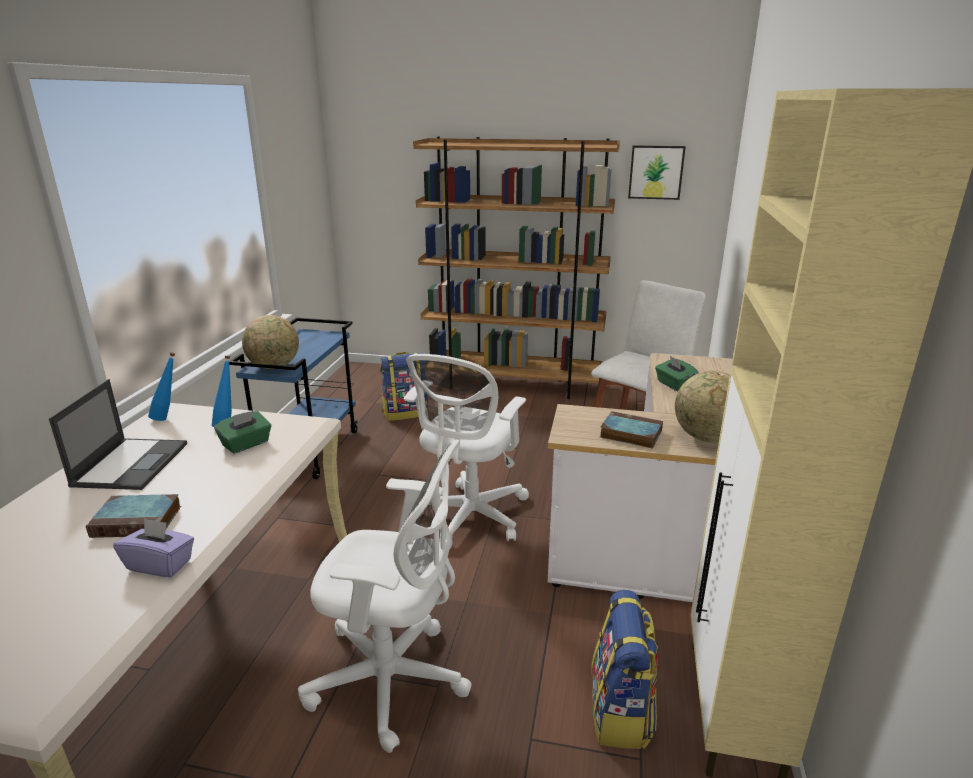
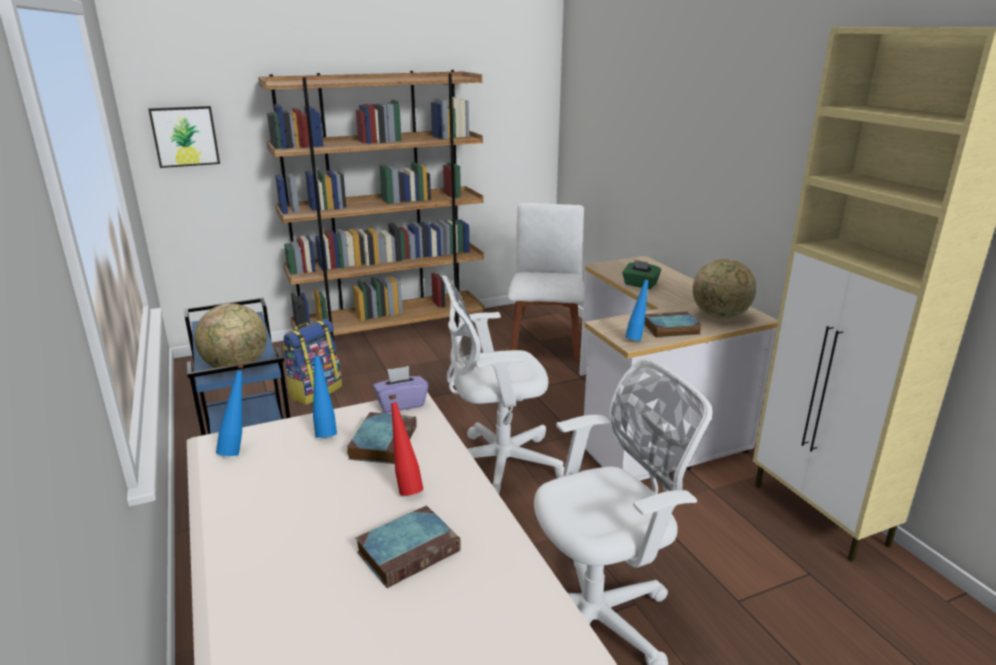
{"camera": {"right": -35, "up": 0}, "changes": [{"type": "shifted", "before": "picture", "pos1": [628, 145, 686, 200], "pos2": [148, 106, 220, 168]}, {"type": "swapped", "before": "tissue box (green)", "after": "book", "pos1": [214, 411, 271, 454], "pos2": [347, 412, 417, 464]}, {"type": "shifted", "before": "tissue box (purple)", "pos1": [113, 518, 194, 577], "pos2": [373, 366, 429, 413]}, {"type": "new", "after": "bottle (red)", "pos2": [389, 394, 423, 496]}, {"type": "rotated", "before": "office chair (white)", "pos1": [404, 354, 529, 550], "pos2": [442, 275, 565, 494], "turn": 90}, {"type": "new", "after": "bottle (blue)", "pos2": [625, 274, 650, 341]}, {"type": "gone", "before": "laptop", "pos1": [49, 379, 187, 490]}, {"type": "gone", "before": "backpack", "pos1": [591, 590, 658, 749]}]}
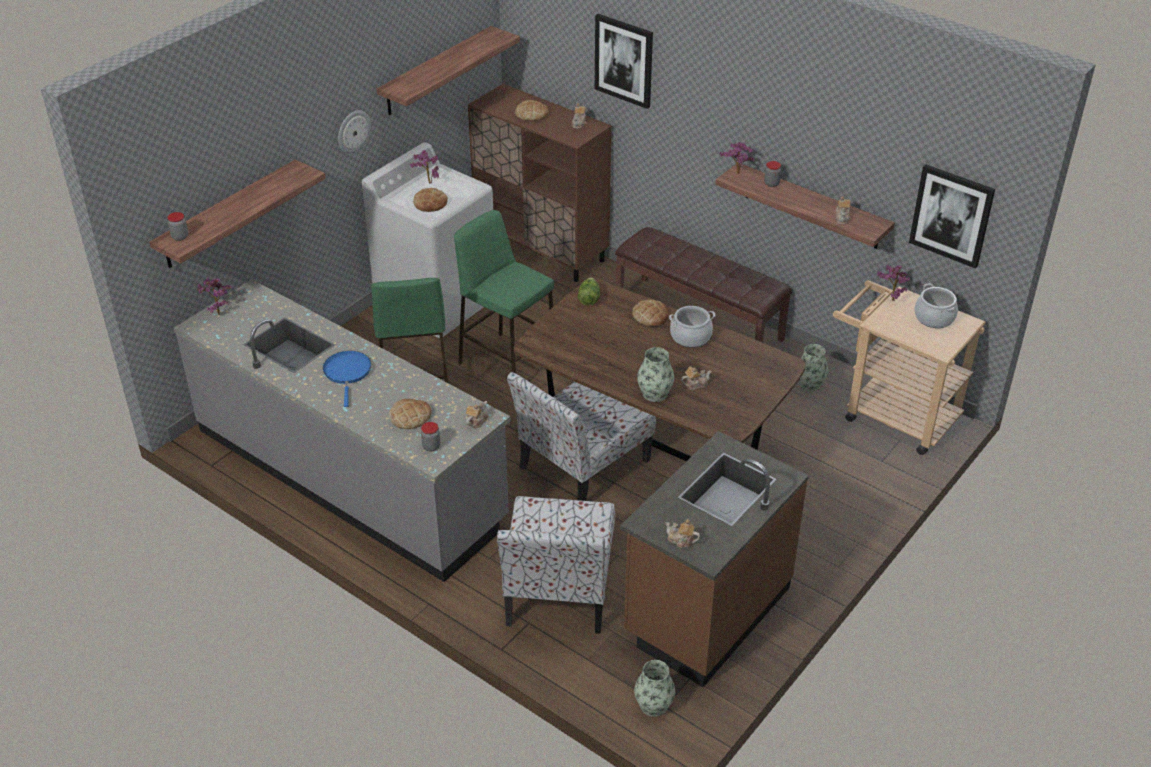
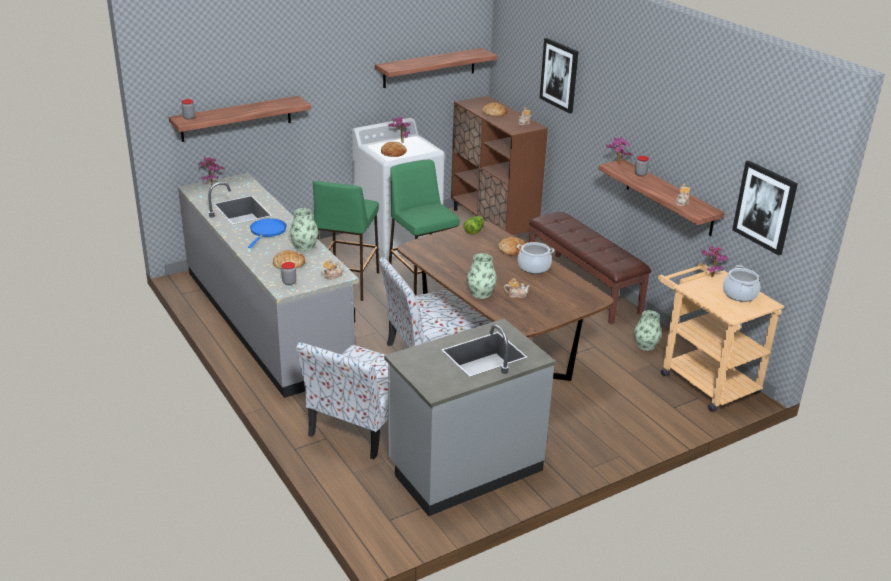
{"camera": {"right": 20, "up": -10}, "changes": [{"type": "shifted", "before": "vase", "pos1": [634, 660, 675, 717], "pos2": [290, 208, 318, 252]}, {"type": "repainted", "before": "counter (brown)", "after": "counter (grey)", "pos1": [620, 431, 809, 687], "pos2": [384, 319, 556, 516]}, {"type": "gone", "before": "wall clock", "pos1": [338, 110, 371, 153]}, {"type": "gone", "before": "teapot", "pos1": [665, 519, 700, 548]}]}
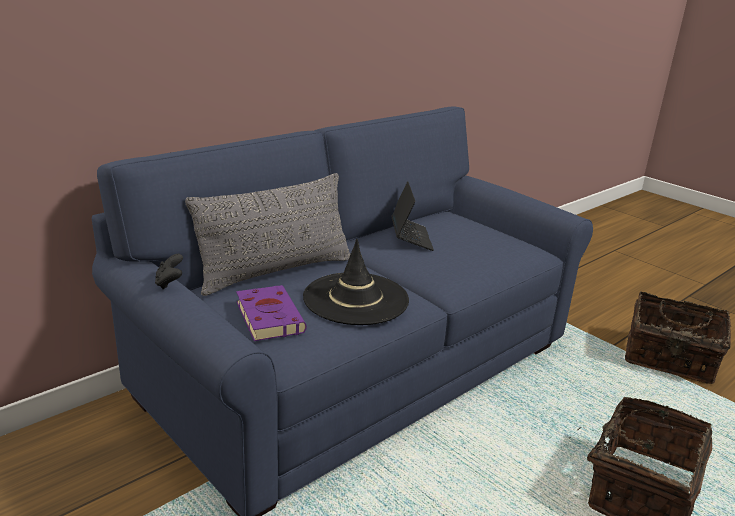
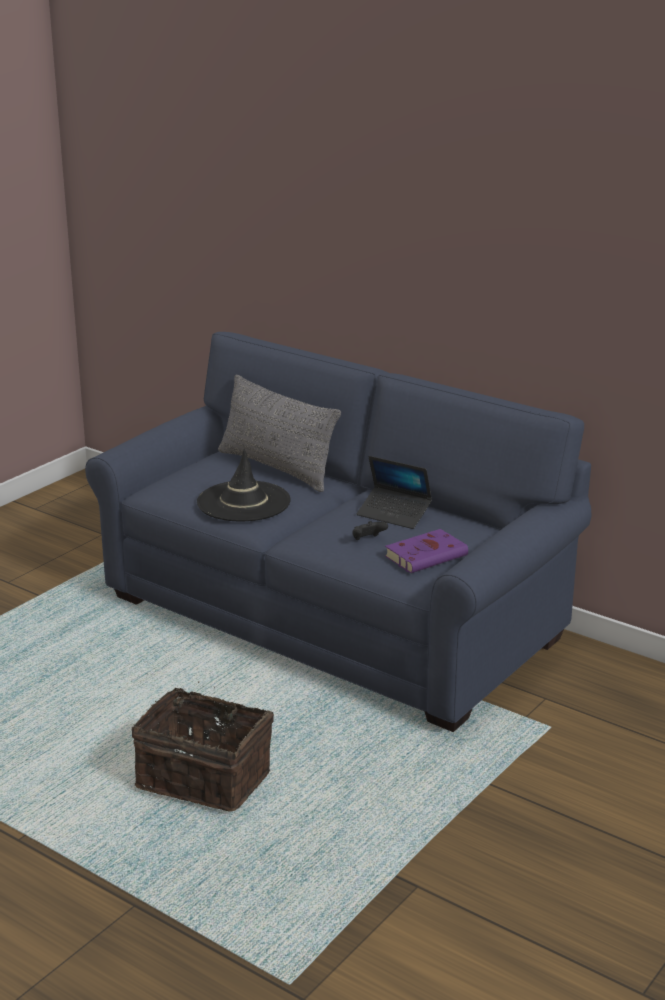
{"camera": {"right": 80, "up": 0}, "changes": [{"type": "shifted", "before": "game controller (black)", "pos1": [155, 254, 183, 289], "pos2": [352, 521, 388, 540]}, {"type": "rotated", "before": "laptop", "pos1": [391, 181, 434, 251], "pos2": [357, 456, 432, 529], "turn": 45}, {"type": "shifted", "before": "book (purple)", "pos1": [236, 285, 307, 341], "pos2": [385, 529, 468, 573]}, {"type": "gone", "before": "basket", "pos1": [625, 292, 731, 384]}]}
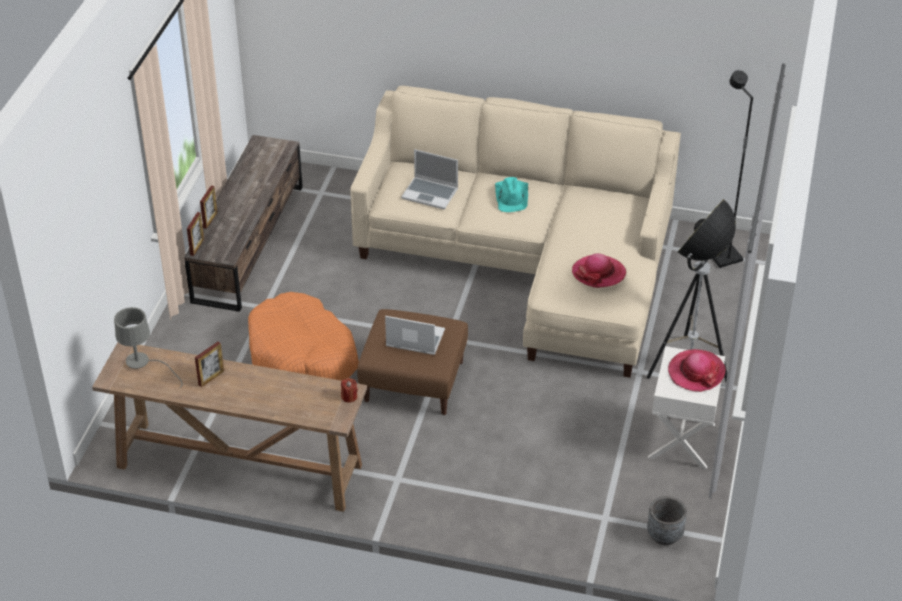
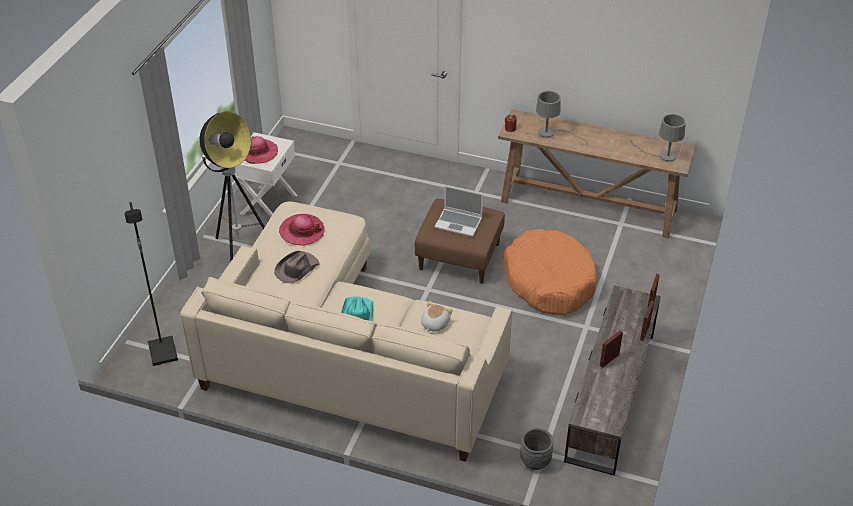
{"camera": {"right": -175, "up": 0}, "changes": [{"type": "new", "after": "hat (brown)", "pos2": [274, 251, 320, 283]}, {"type": "swapped", "before": "laptop", "after": "plush toy", "pos1": [401, 149, 458, 209], "pos2": [421, 301, 453, 332]}, {"type": "shifted", "before": "planter (grey)", "pos1": [647, 496, 687, 545], "pos2": [520, 428, 554, 470]}, {"type": "new", "after": "table lamp (grey)", "pos2": [536, 91, 588, 144]}, {"type": "shifted", "before": "picture frame", "pos1": [195, 342, 224, 387], "pos2": [600, 330, 623, 368]}]}
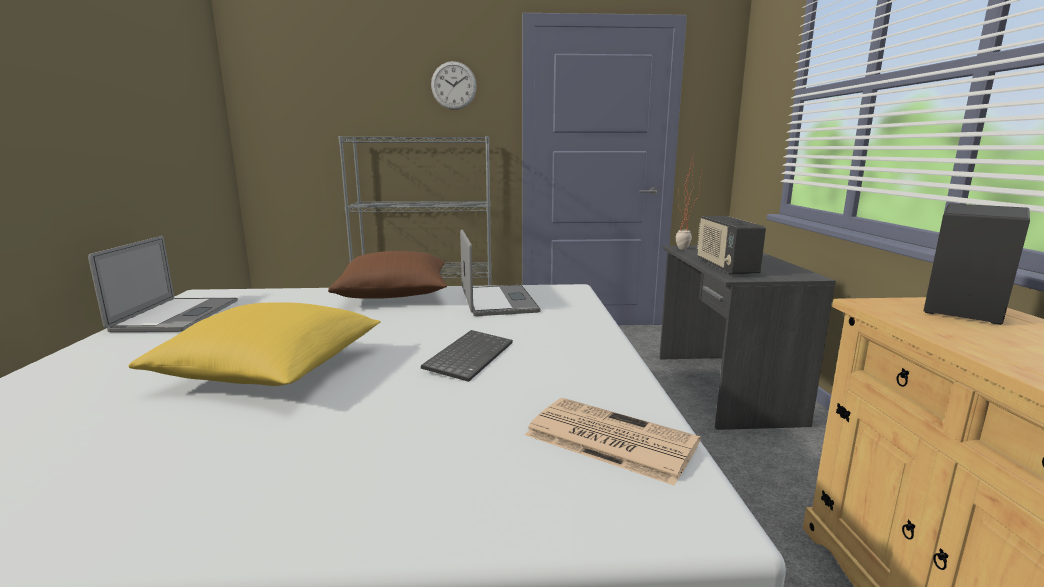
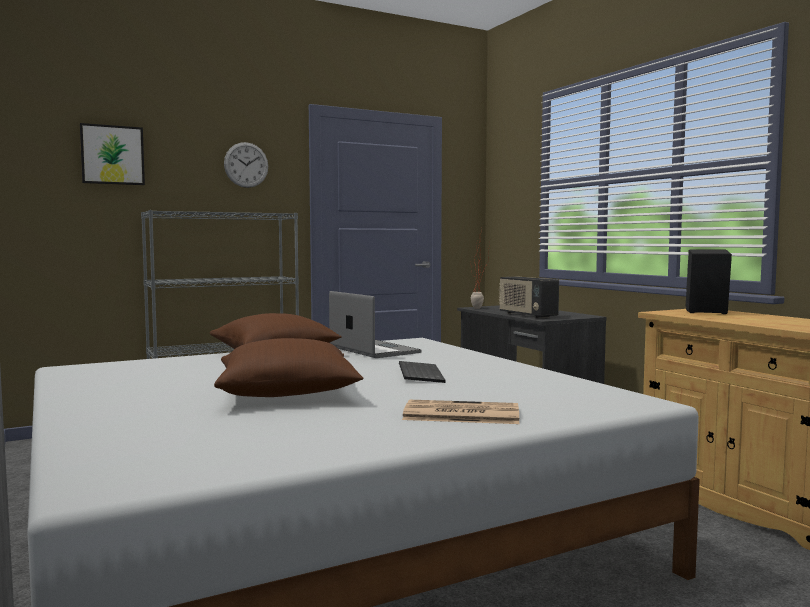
{"camera": {"right": -25, "up": -10}, "changes": [{"type": "new", "after": "picture", "pos2": [80, 123, 145, 185]}, {"type": "repainted", "before": "pillow (yellow)", "after": "pillow (brown)", "pos1": [128, 303, 380, 386], "pos2": [214, 338, 364, 397]}, {"type": "shifted", "before": "newspaper", "pos1": [525, 398, 701, 486], "pos2": [402, 400, 519, 424]}, {"type": "gone", "before": "laptop", "pos1": [88, 236, 238, 332]}]}
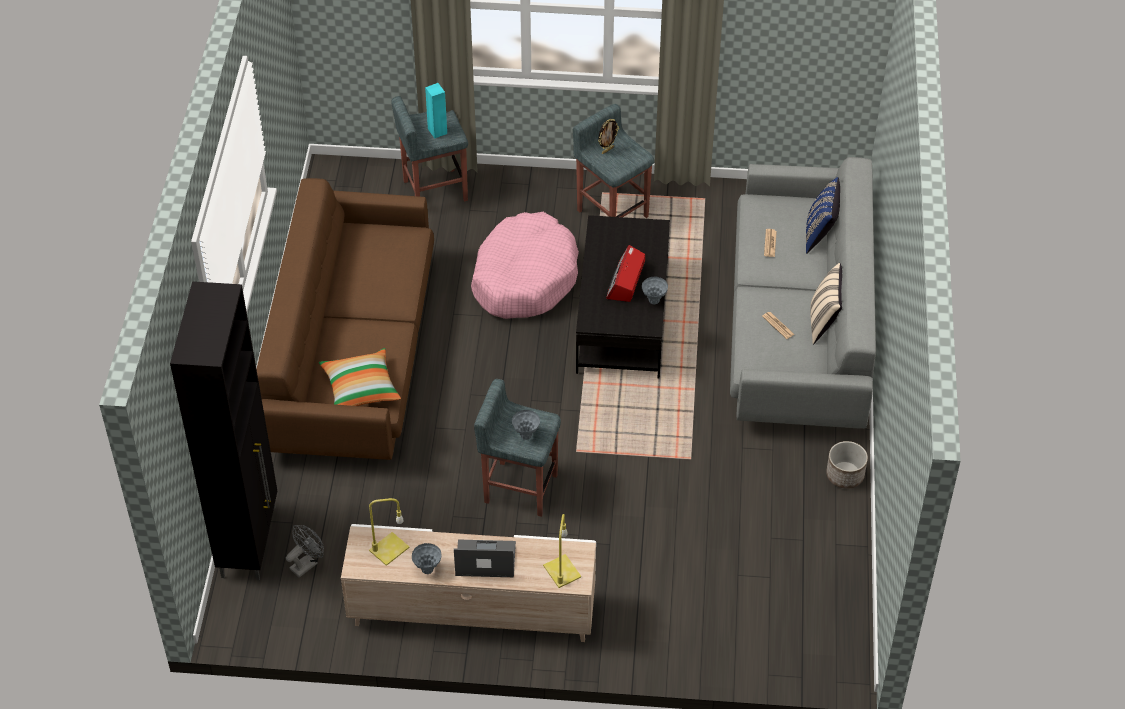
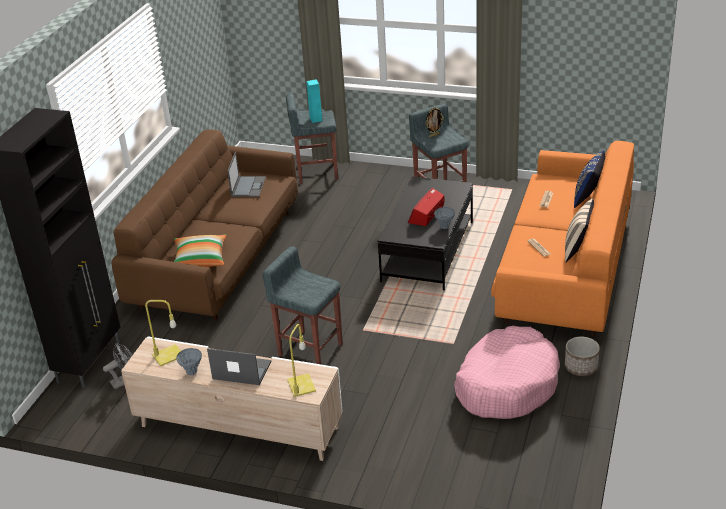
{"camera": {"right": 15, "up": -15}, "changes": [{"type": "new", "after": "laptop", "pos2": [227, 152, 266, 197]}, {"type": "shifted", "before": "dog bed (pink)", "pos1": [471, 212, 579, 319], "pos2": [454, 326, 560, 419]}, {"type": "repainted", "before": "sofa (grey)", "after": "sofa (orange)", "pos1": [730, 157, 876, 429], "pos2": [491, 141, 634, 336]}, {"type": "gone", "before": "vase (grey)", "pos1": [512, 410, 540, 440]}]}
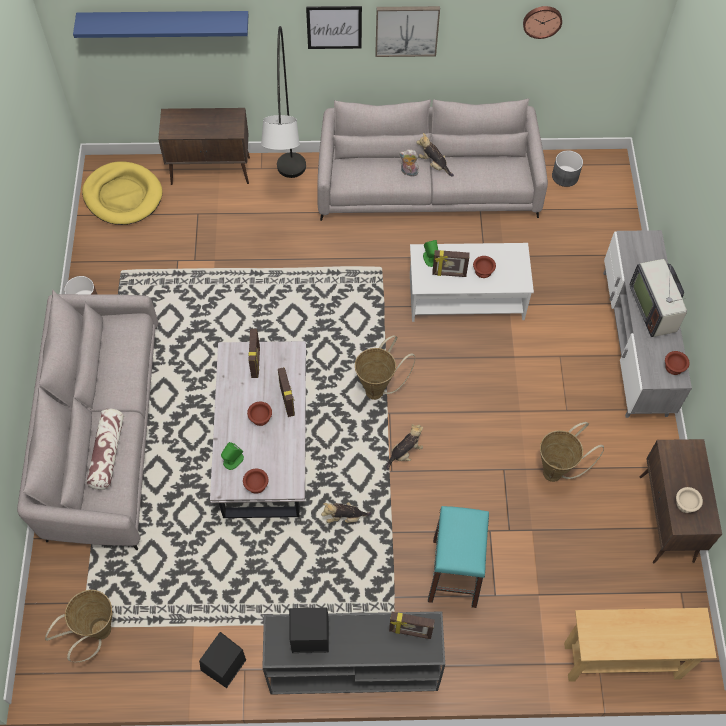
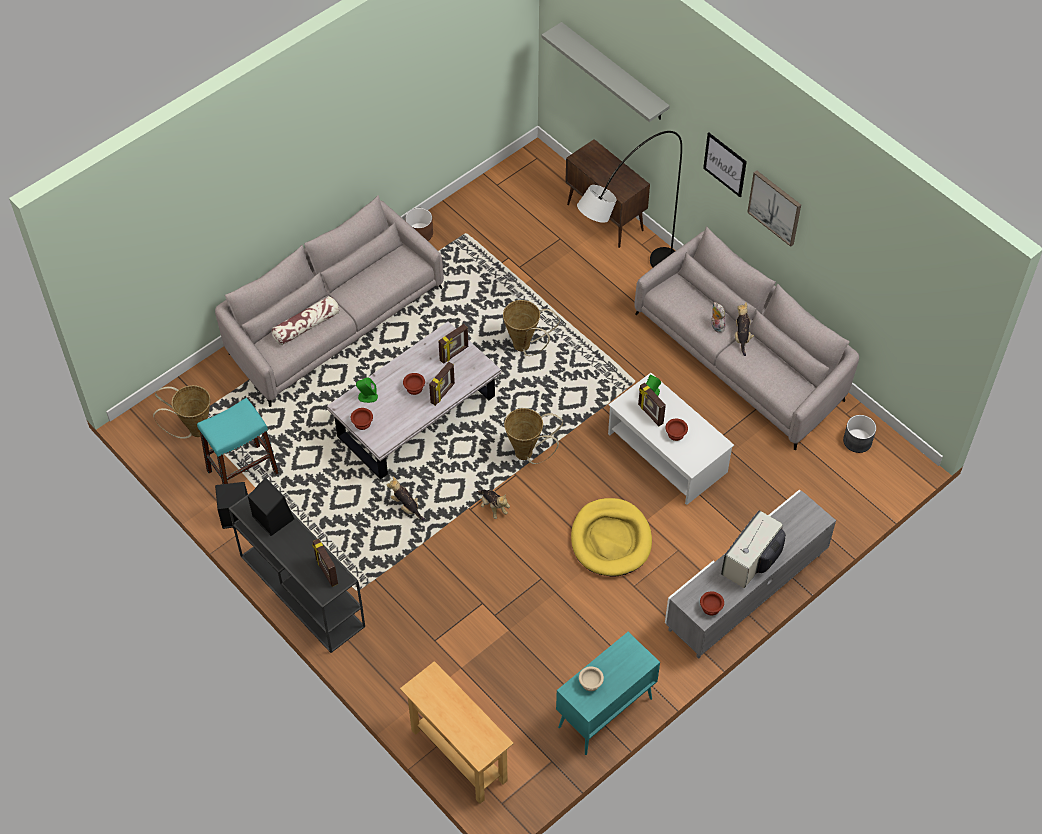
{"camera": {"right": 50, "up": -5}, "changes": [{"type": "shifted", "before": "stool (turquoise)", "pos1": [428, 506, 489, 608], "pos2": [197, 398, 279, 484]}, {"type": "rotated", "before": "plush toy", "pos1": [386, 424, 423, 470], "pos2": [477, 490, 510, 519], "turn": 45}, {"type": "shifted", "before": "basket", "pos1": [540, 422, 604, 482], "pos2": [503, 300, 560, 356]}, {"type": "repainted", "before": "shelf (blue)", "after": "shelf (grey)", "pos1": [73, 11, 249, 38], "pos2": [542, 22, 670, 122]}, {"type": "repainted", "before": "cabinet (brown)", "after": "cabinet (turquoise)", "pos1": [640, 439, 722, 563], "pos2": [556, 632, 660, 755]}, {"type": "shifted", "before": "dog bed (yellow)", "pos1": [82, 161, 162, 225], "pos2": [571, 498, 652, 577]}, {"type": "gone", "before": "wall clock", "pos1": [523, 6, 562, 39]}]}
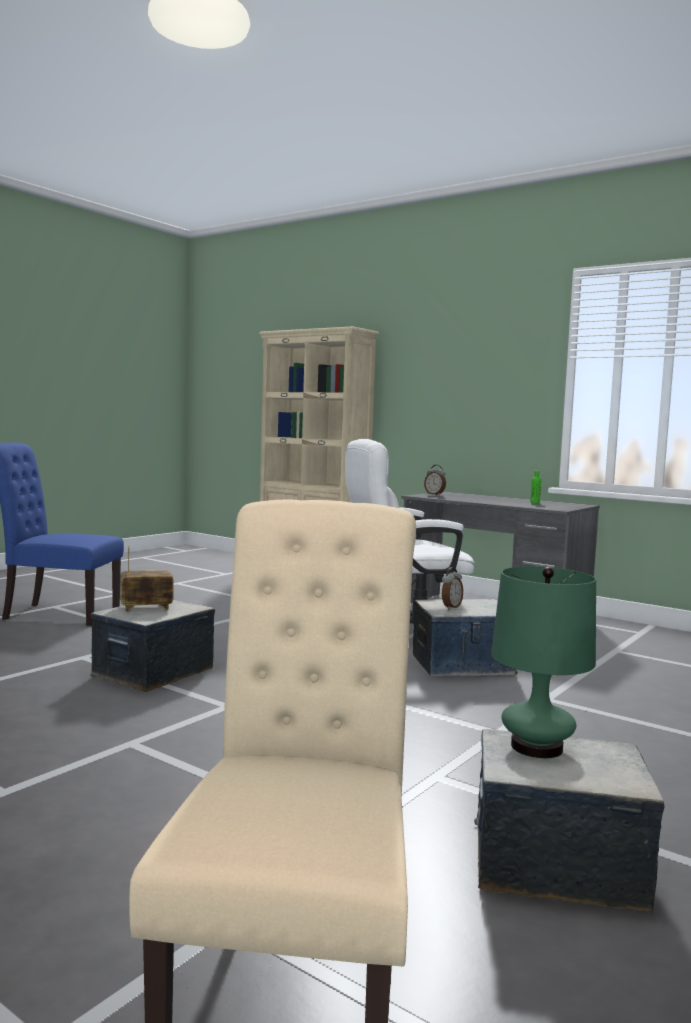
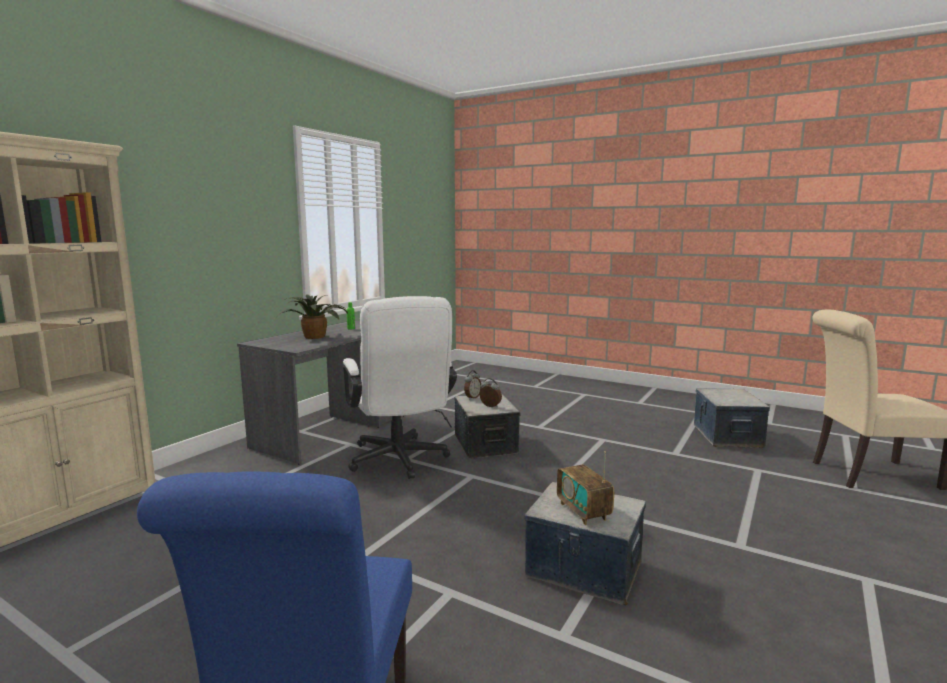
{"camera": {"right": -95, "up": 5}, "changes": [{"type": "new", "after": "potted plant", "pos2": [276, 295, 348, 339]}, {"type": "shifted", "before": "alarm clock", "pos1": [424, 465, 446, 495], "pos2": [464, 370, 482, 400]}, {"type": "gone", "before": "table lamp (green)", "pos1": [491, 566, 596, 758]}]}
